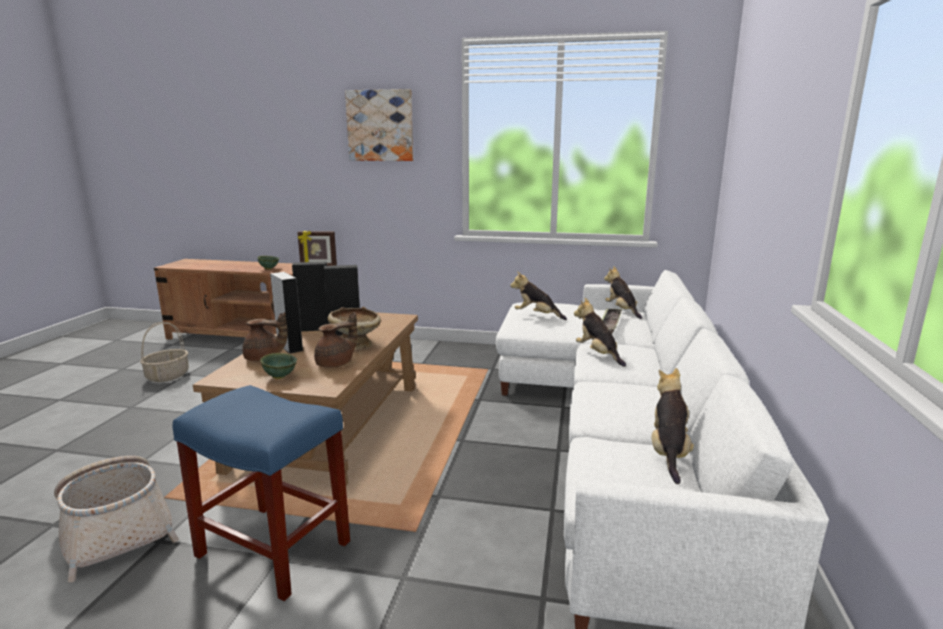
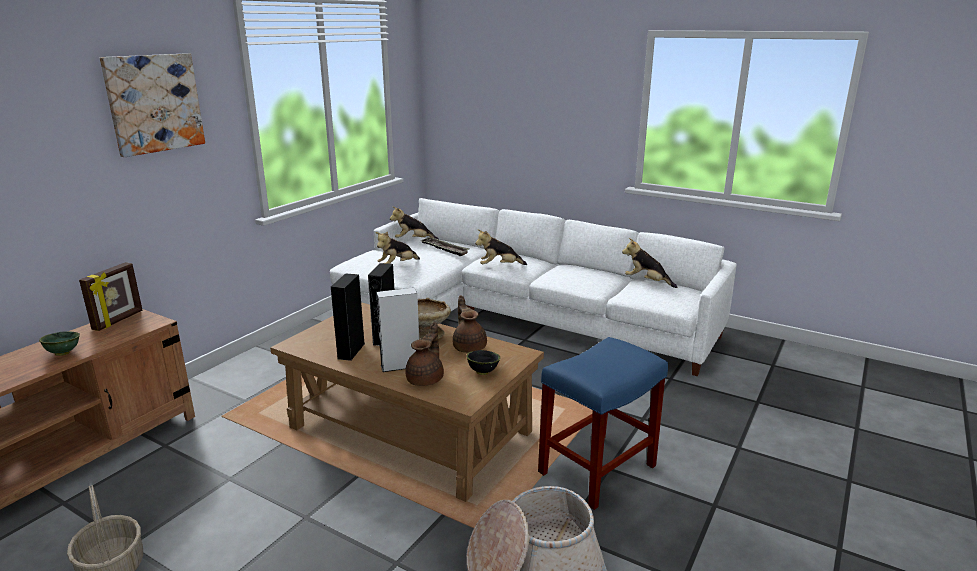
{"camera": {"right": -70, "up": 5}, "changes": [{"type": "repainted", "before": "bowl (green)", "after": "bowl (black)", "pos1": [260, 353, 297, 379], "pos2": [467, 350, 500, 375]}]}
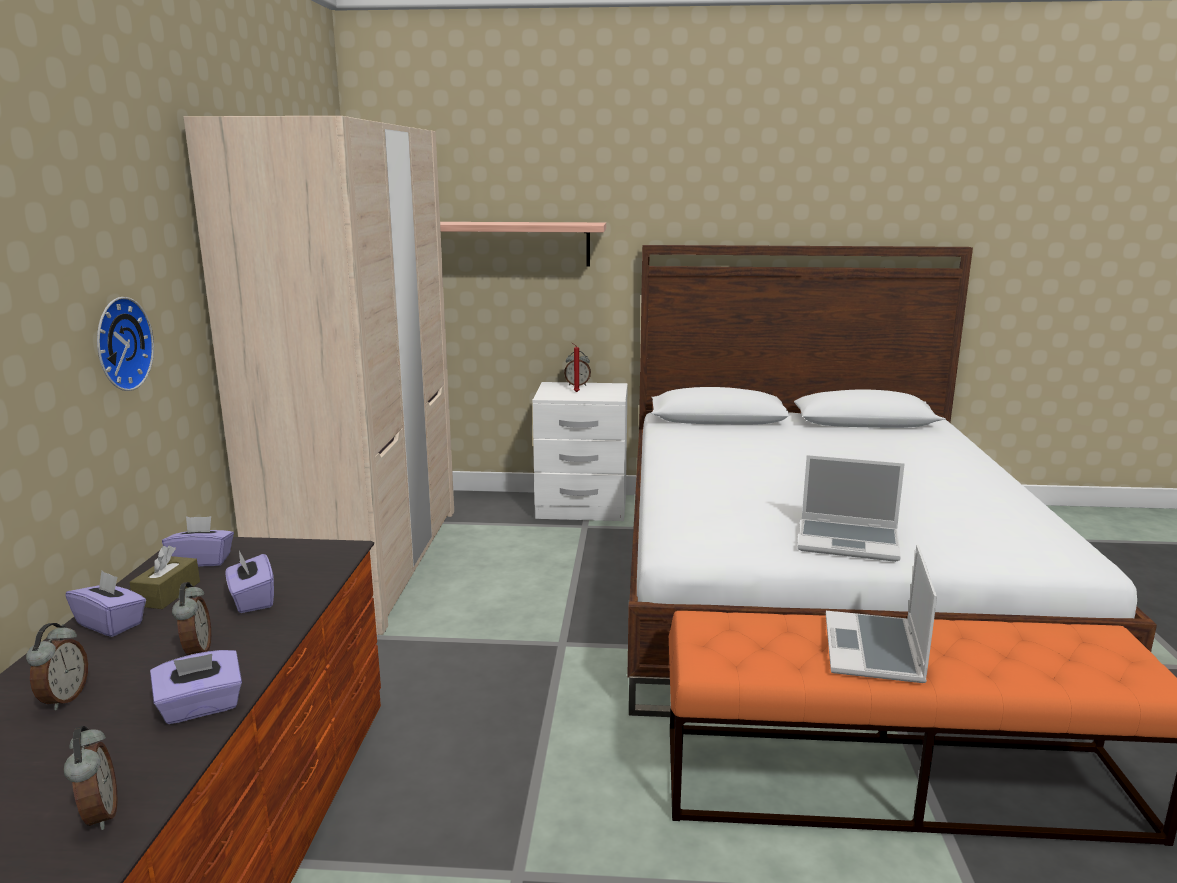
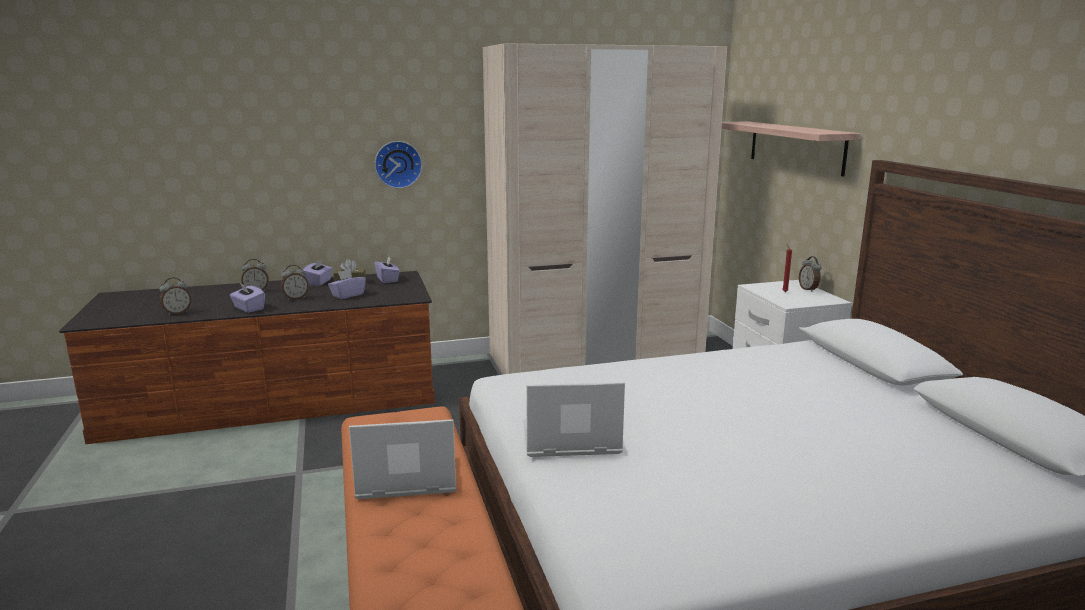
{"camera": {"right": 70, "up": 0}, "changes": [{"type": "rotated", "before": "laptop", "pos1": [798, 455, 905, 562], "pos2": [524, 382, 625, 457], "turn": 90}]}
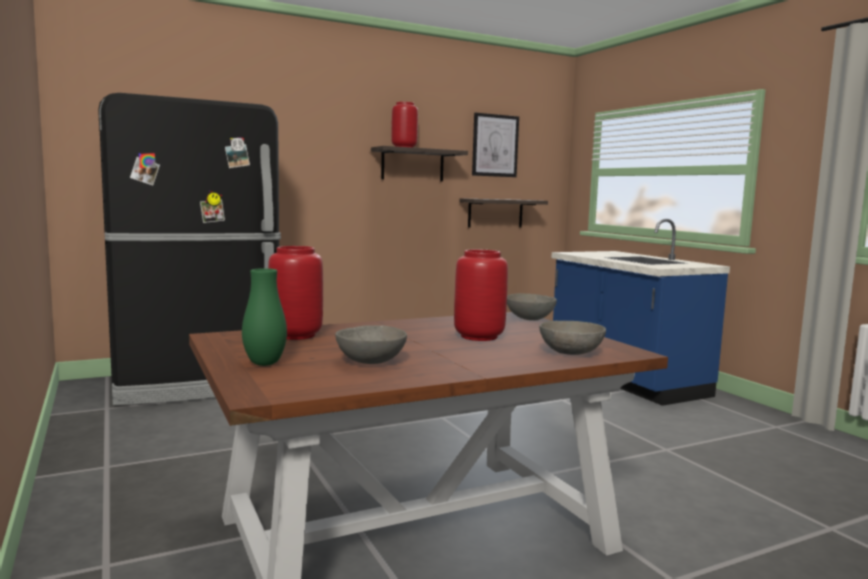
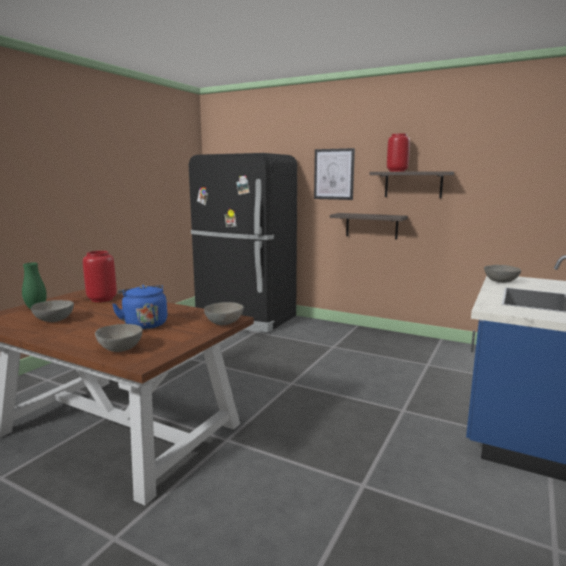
{"camera": {"right": 55, "up": 5}, "changes": [{"type": "swapped", "before": "vase (red)", "after": "kettle (blue)", "pos1": [454, 249, 508, 341], "pos2": [112, 285, 167, 329]}, {"type": "shifted", "before": "picture", "pos1": [472, 113, 519, 177], "pos2": [314, 148, 355, 200]}, {"type": "shifted", "before": "shelf", "pos1": [459, 198, 548, 227], "pos2": [330, 213, 408, 240]}, {"type": "new", "after": "bowl (grey)", "pos2": [484, 265, 521, 283]}]}
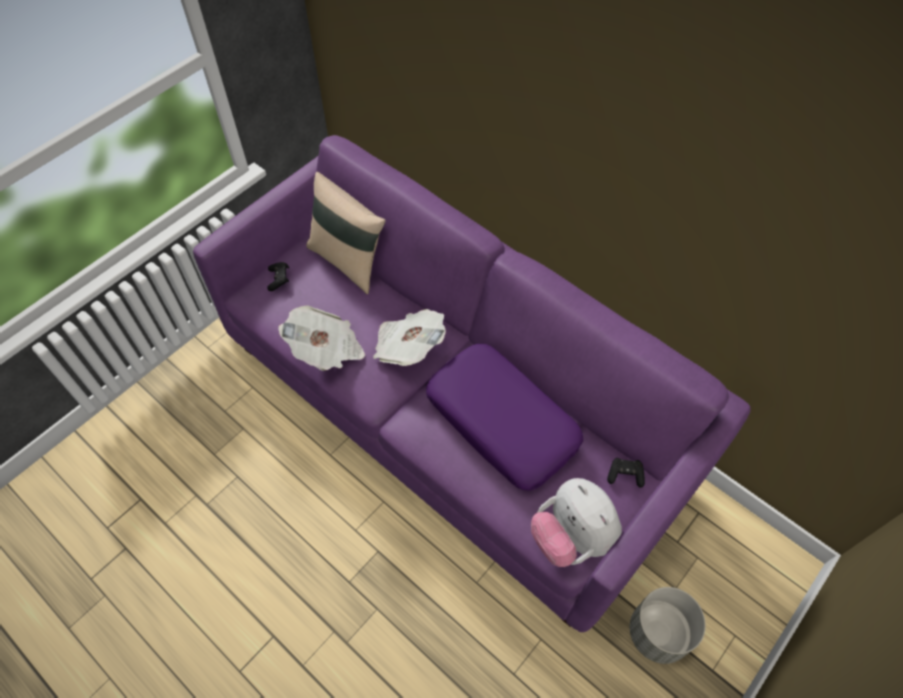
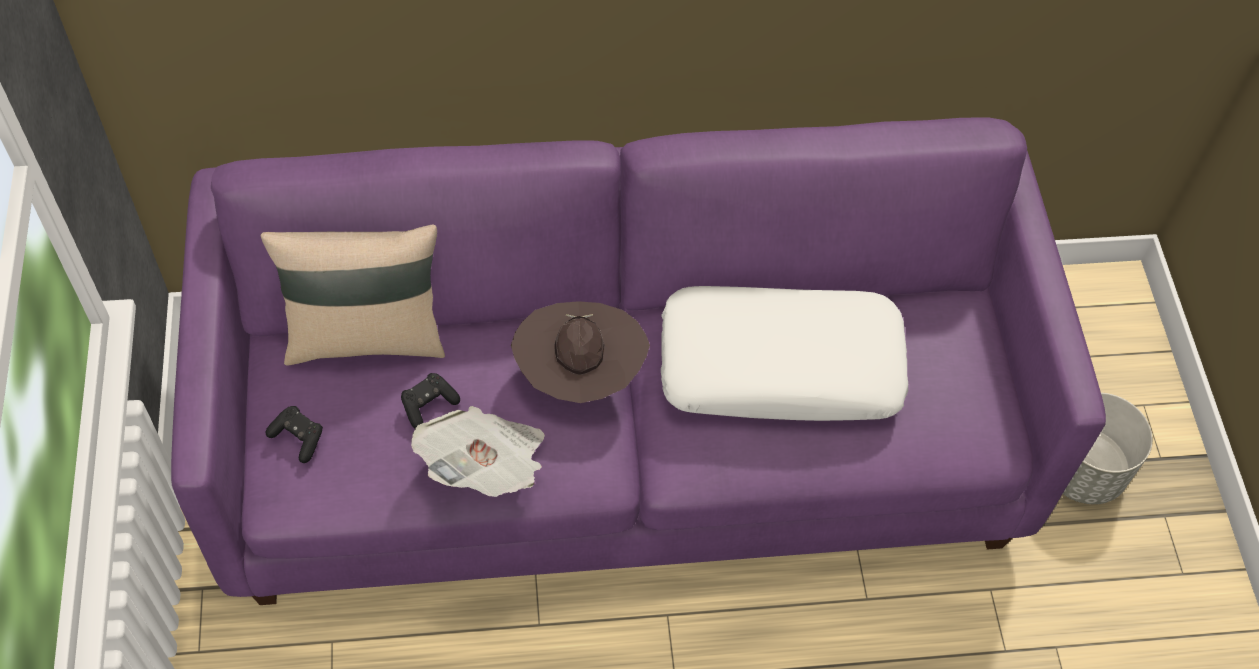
{"camera": {"right": -50, "up": 0}, "changes": [{"type": "shifted", "before": "game controller (black)", "pos1": [607, 458, 645, 488], "pos2": [401, 373, 460, 428]}, {"type": "swapped", "before": "newspaper", "after": "hat (brown)", "pos1": [373, 309, 446, 366], "pos2": [511, 301, 650, 403]}, {"type": "repainted", "before": "pillow (purple)", "after": "pillow (white)", "pos1": [426, 344, 583, 491], "pos2": [661, 286, 908, 421]}, {"type": "gone", "before": "plush toy", "pos1": [531, 478, 622, 567]}]}
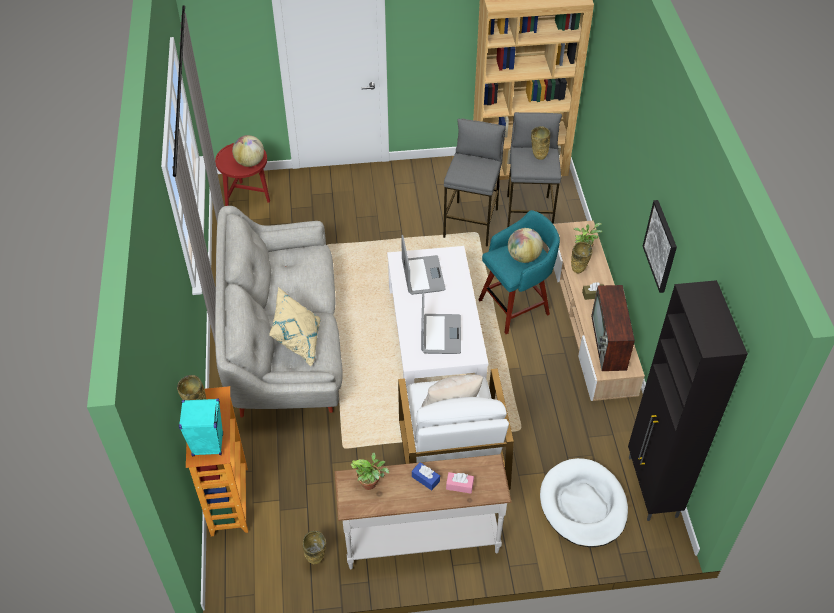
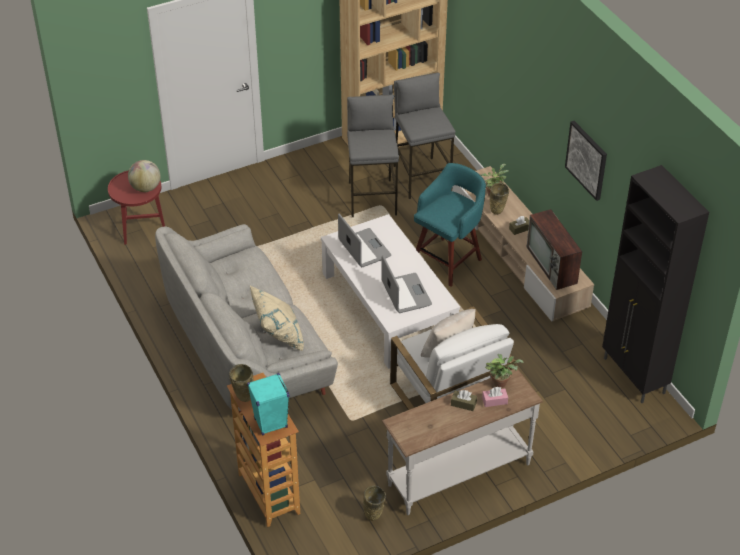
{"camera": {"right": -20, "up": -5}, "changes": [{"type": "repainted", "before": "tissue box (blue)", "after": "tissue box (brown)", "pos1": [412, 462, 440, 491], "pos2": [451, 390, 477, 411]}, {"type": "shifted", "before": "potted plant", "pos1": [351, 453, 389, 490], "pos2": [485, 354, 524, 388]}, {"type": "gone", "before": "globe", "pos1": [508, 228, 543, 263]}, {"type": "gone", "before": "vase (beige)", "pos1": [531, 126, 550, 160]}, {"type": "gone", "before": "dog bed (white)", "pos1": [540, 458, 628, 547]}]}
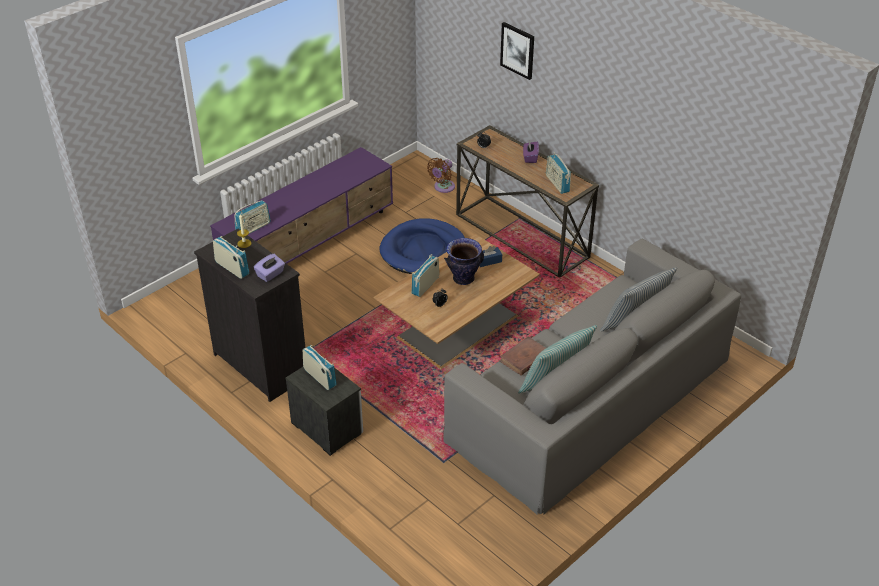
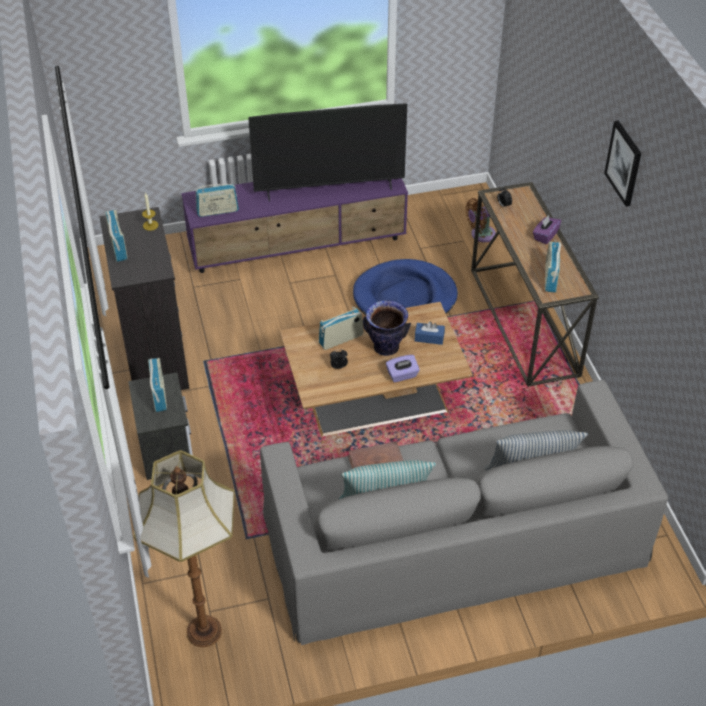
{"camera": {"right": 30, "up": 5}, "changes": [{"type": "new", "after": "floor lamp", "pos2": [134, 450, 235, 647]}, {"type": "new", "after": "television", "pos2": [248, 103, 407, 201]}, {"type": "shifted", "before": "tissue box (purple)", "pos1": [254, 254, 285, 282], "pos2": [386, 355, 420, 383]}, {"type": "shifted", "before": "picture", "pos1": [500, 22, 534, 80], "pos2": [604, 121, 641, 207]}]}
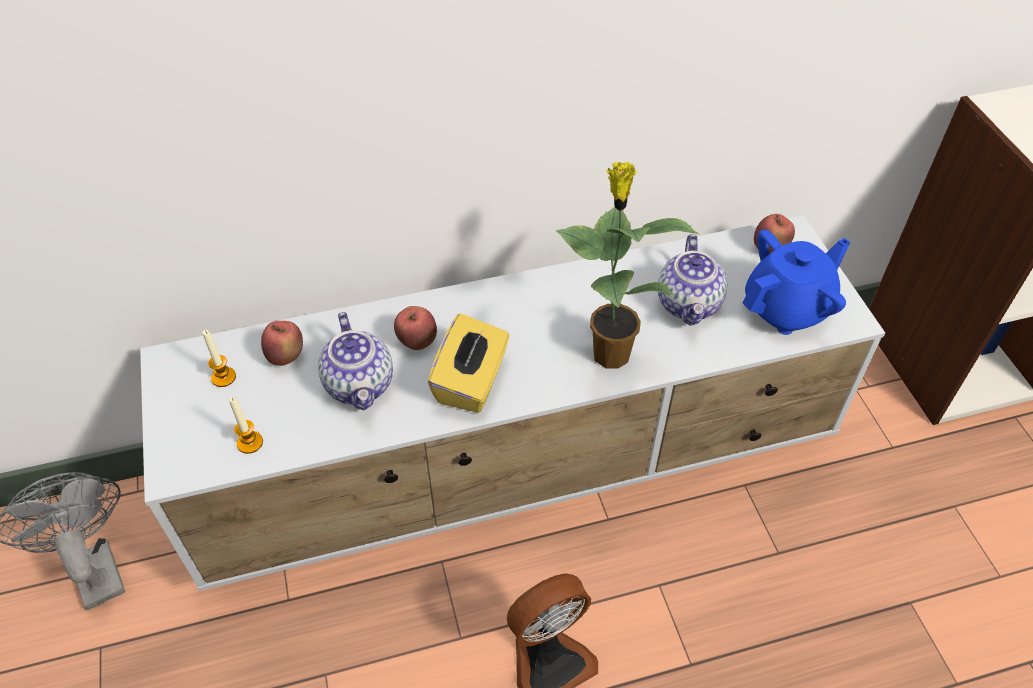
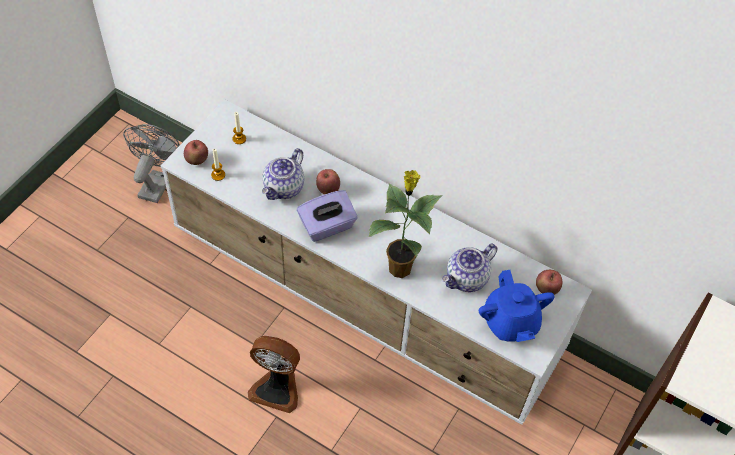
{"camera": {"right": 45, "up": 5}, "changes": [{"type": "shifted", "before": "apple", "pos1": [261, 321, 303, 366], "pos2": [184, 140, 208, 165]}, {"type": "repainted", "before": "tissue box (yellow)", "after": "tissue box (purple)", "pos1": [428, 313, 509, 413], "pos2": [297, 190, 358, 242]}, {"type": "rotated", "before": "teapot (blue)", "pos1": [743, 229, 850, 335], "pos2": [479, 270, 555, 342], "turn": 60}]}
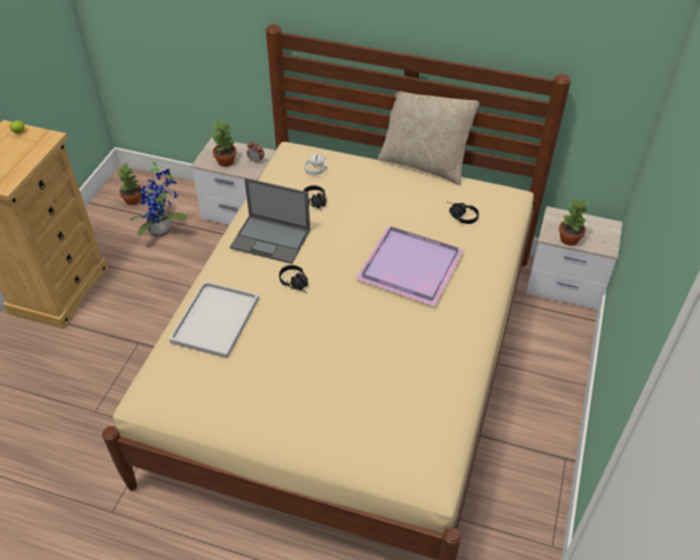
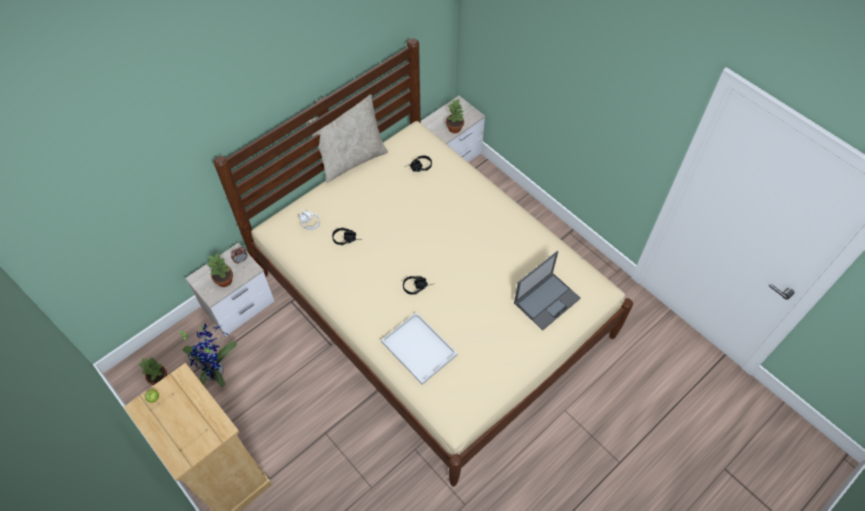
{"camera": {"right": -60, "up": 10}, "changes": [{"type": "shifted", "before": "laptop", "pos1": [230, 178, 310, 264], "pos2": [514, 251, 581, 330]}, {"type": "gone", "before": "tray (purple)", "pos1": [356, 226, 464, 306]}]}
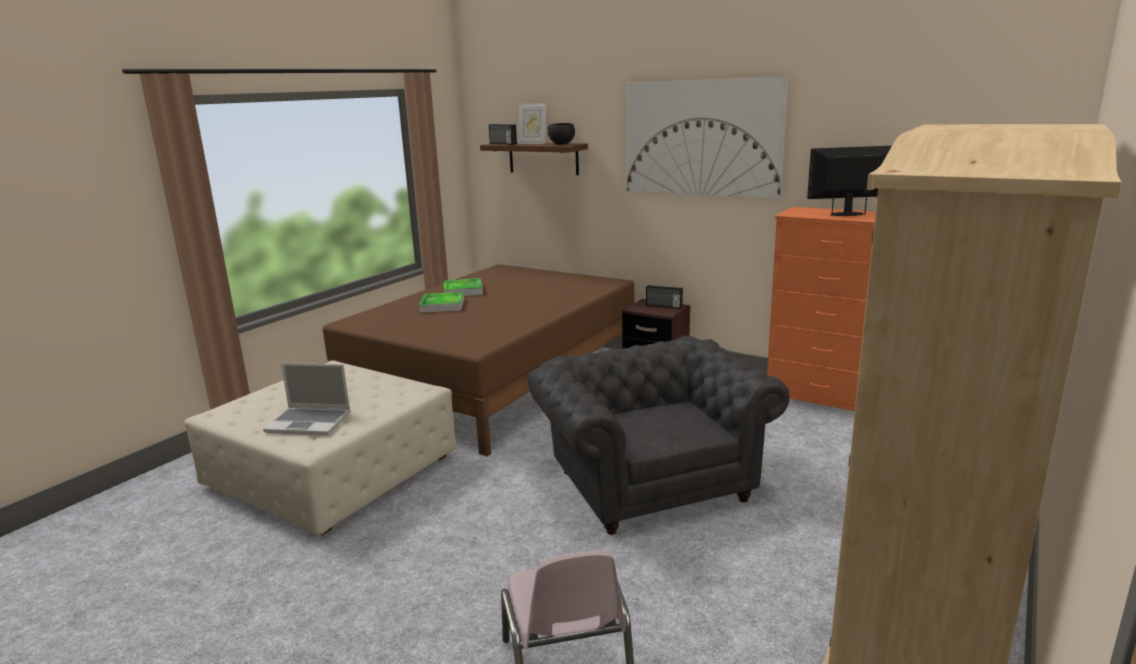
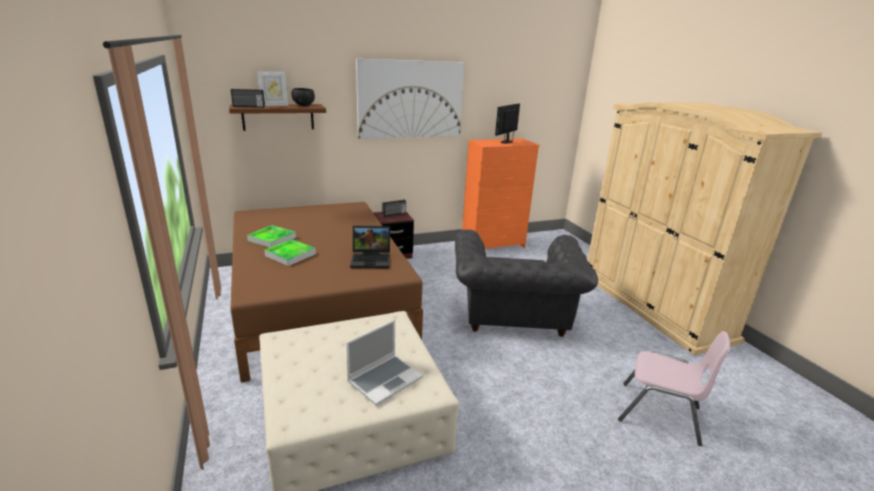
{"camera": {"right": -55, "up": 5}, "changes": [{"type": "new", "after": "laptop", "pos2": [350, 226, 390, 269]}, {"type": "rotated", "before": "armchair (grey)", "pos1": [527, 336, 789, 535], "pos2": [455, 230, 598, 337], "turn": -105}]}
